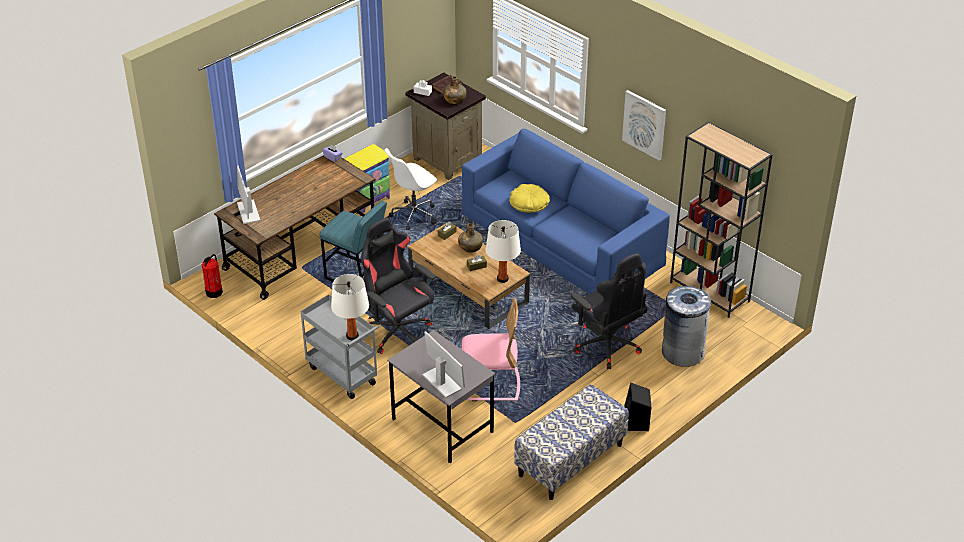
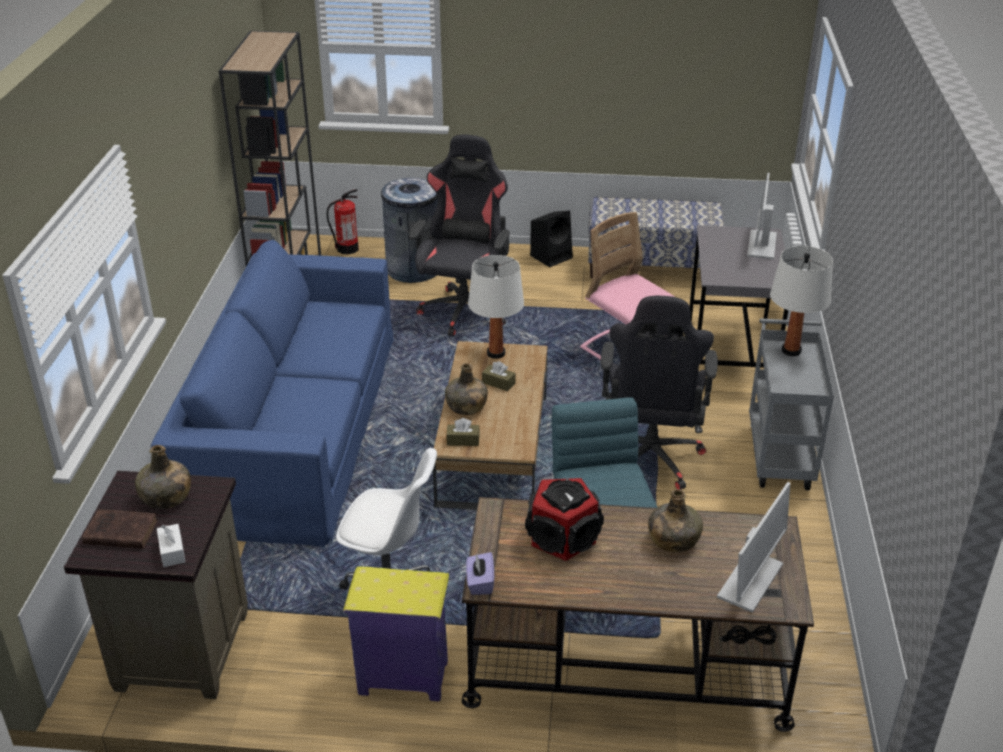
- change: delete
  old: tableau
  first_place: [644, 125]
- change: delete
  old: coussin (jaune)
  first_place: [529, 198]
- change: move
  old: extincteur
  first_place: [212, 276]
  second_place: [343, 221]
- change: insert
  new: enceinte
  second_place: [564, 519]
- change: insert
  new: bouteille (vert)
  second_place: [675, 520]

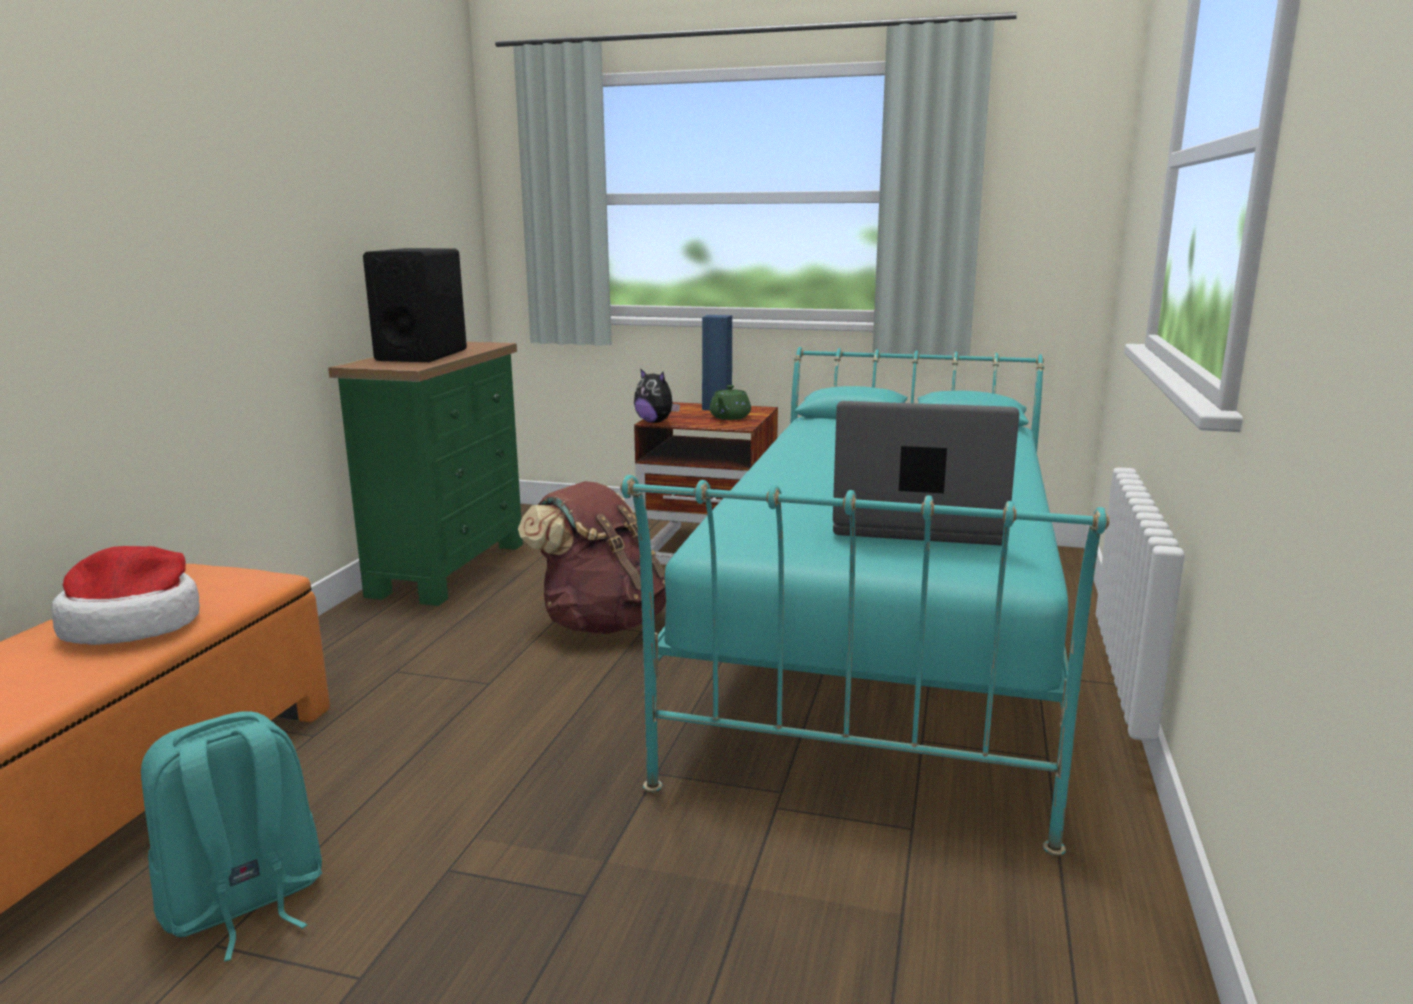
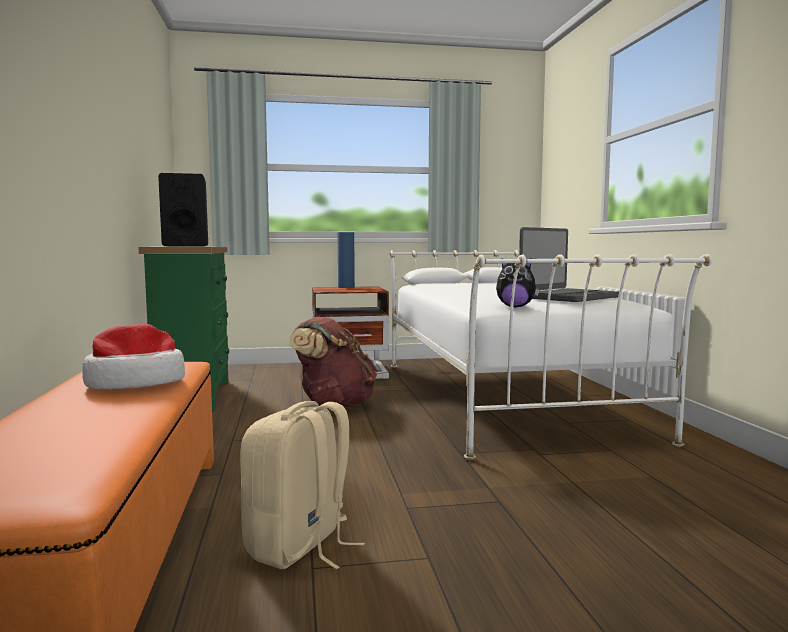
- change: recolor
  old: lit (turquoise)
  new: lit (blanc)
  first_place: [865, 602]
  second_place: [550, 355]
- change: move
  old: peluche
  first_place: [657, 395]
  second_place: [517, 282]
- change: delete
  old: théière (vert)
  first_place: [730, 402]
- change: rotate
  old: ordinateur portable
  first_place: [926, 473]
  second_place: [569, 264]
  degrees: 150
- change: recolor
  old: sac à dos (turquoise)
  new: sac à dos (beige)
  first_place: [231, 836]
  second_place: [302, 485]

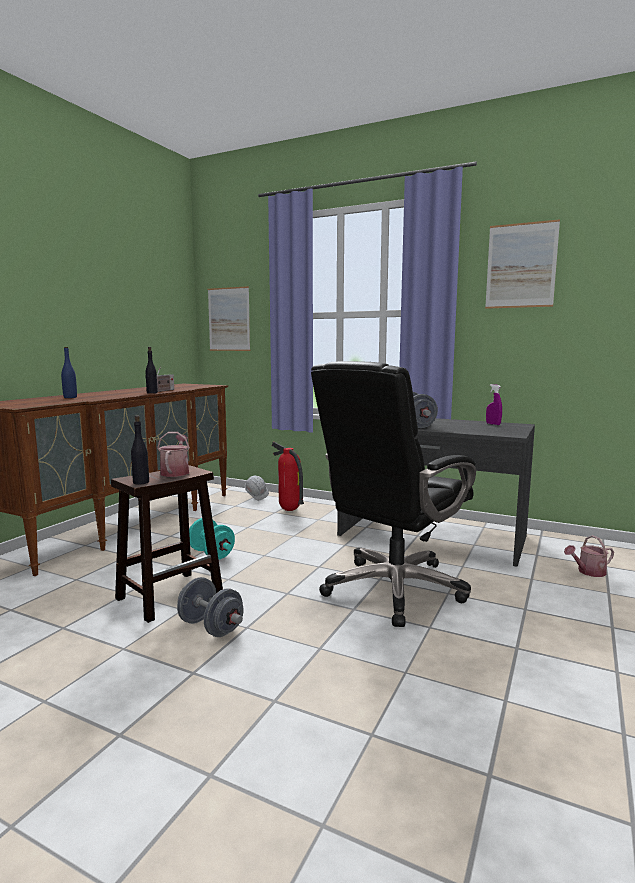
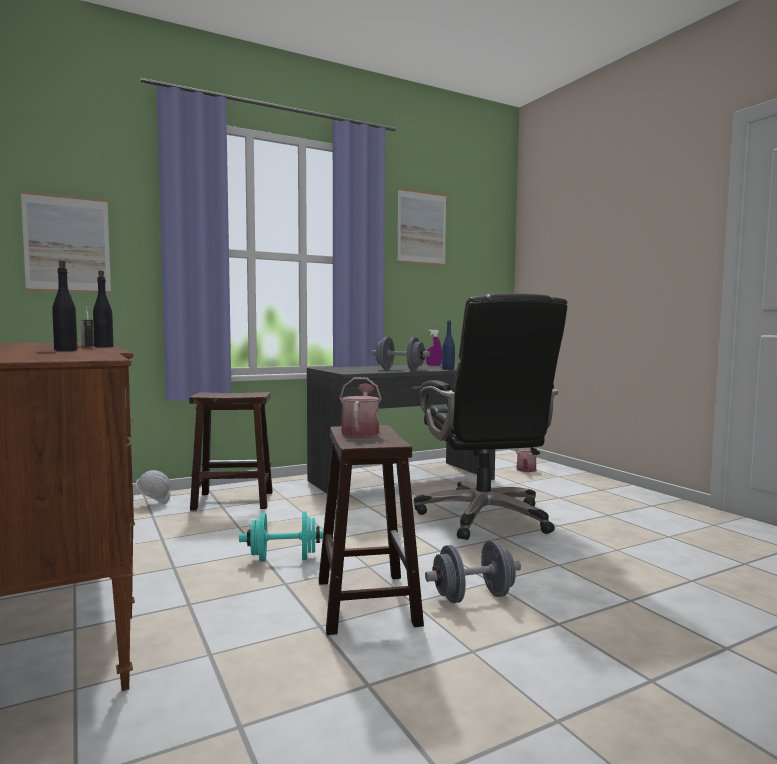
- change: move
  old: bouteille (bleu)
  first_place: [69, 372]
  second_place: [448, 345]
- change: move
  old: bouteille (noir)
  first_place: [140, 450]
  second_place: [65, 306]
- change: rotate
  old: arrosoir
  first_place: [173, 454]
  second_place: [360, 406]
  degrees: 60
- change: replace
  old: extincteur
  new: tabouret (marron)
  first_place: [288, 476]
  second_place: [231, 451]

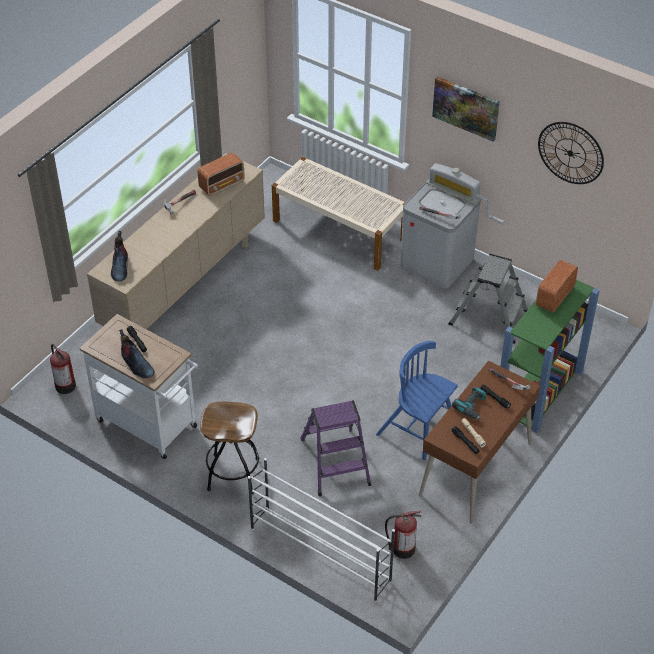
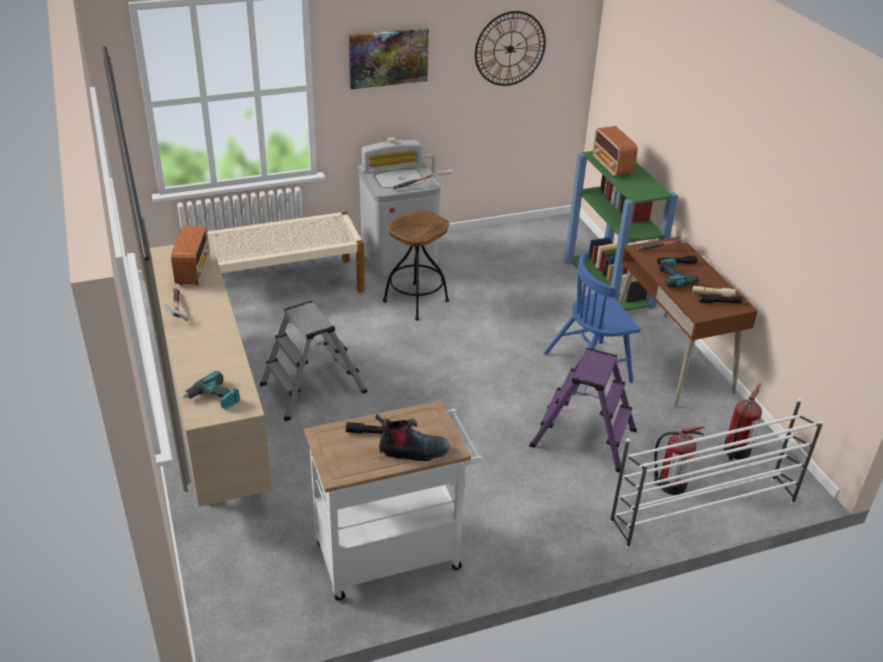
- change: replace
  old: botte
  new: perceuse
  first_place: [119, 256]
  second_place: [211, 390]
- change: move
  old: escabeau (gris)
  first_place: [488, 299]
  second_place: [314, 361]
- change: move
  old: extincteur
  first_place: [63, 369]
  second_place: [679, 460]
- change: move
  old: tabouret (marron)
  first_place: [229, 447]
  second_place: [416, 265]

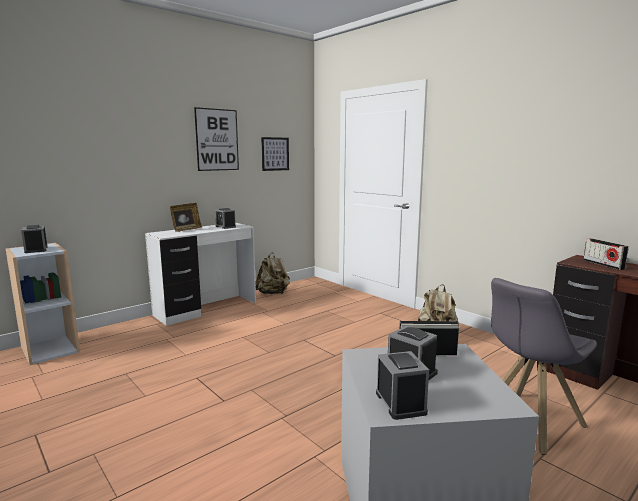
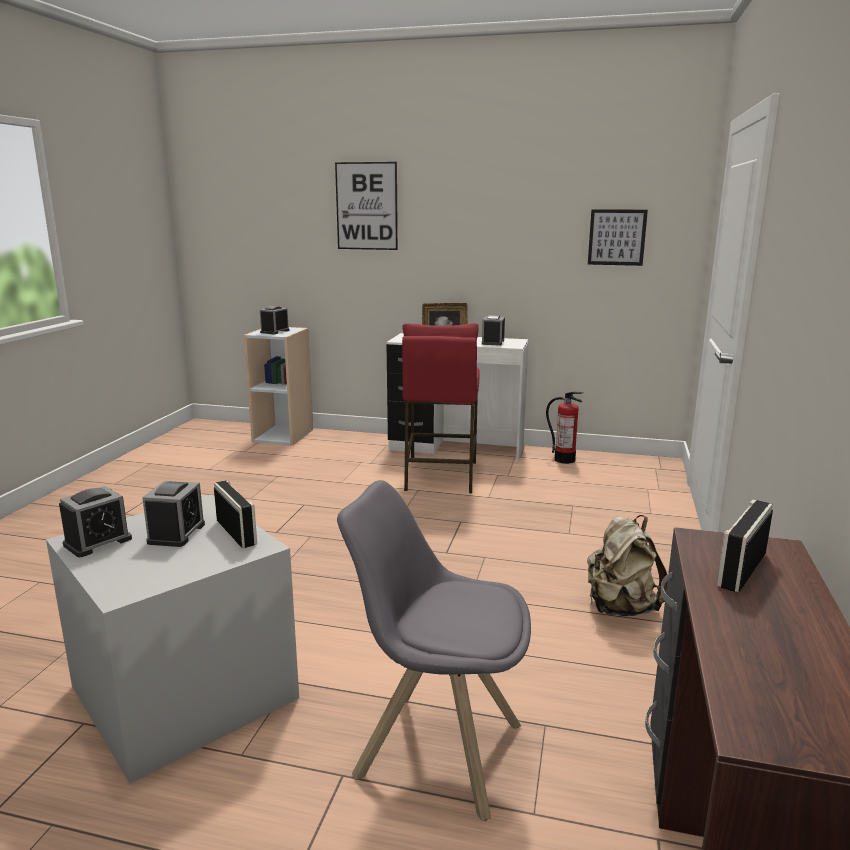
- change: move
  old: tableau
  first_place: [216, 139]
  second_place: [366, 206]
- change: replace
  old: sac à dos (beige)
  new: extincteur
  first_place: [272, 273]
  second_place: [565, 428]
- change: insert
  new: tabouret (rouge)
  second_place: [441, 408]

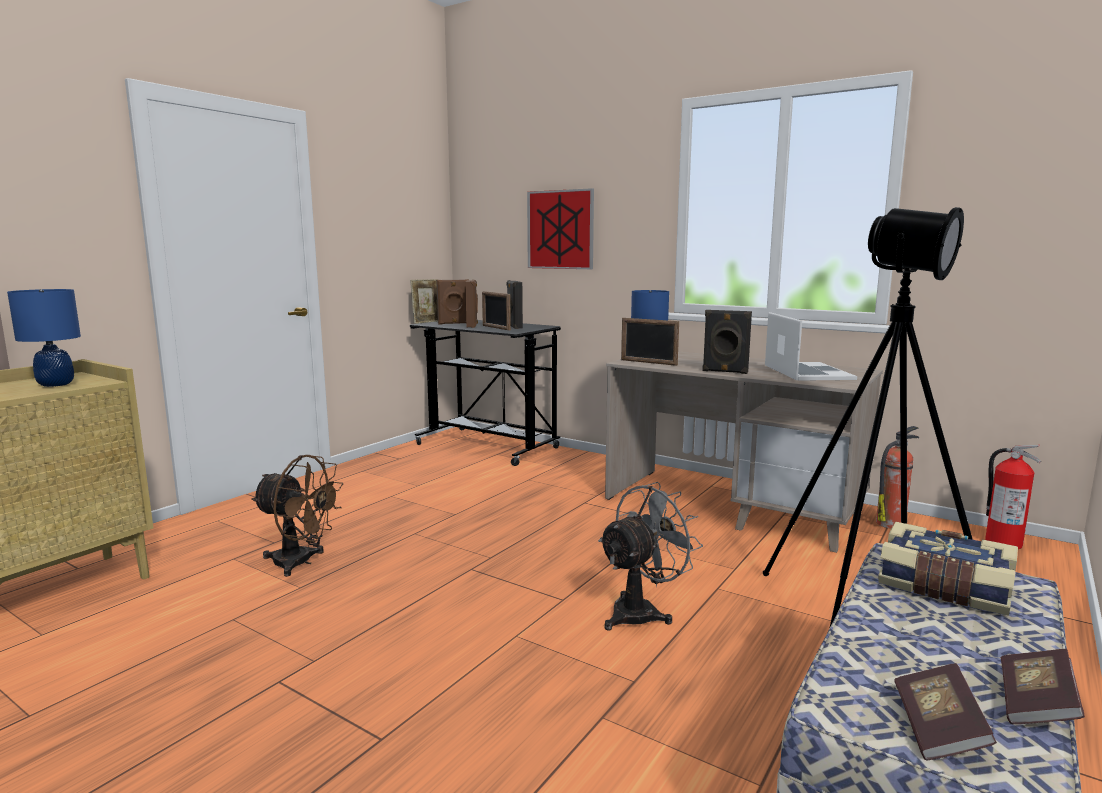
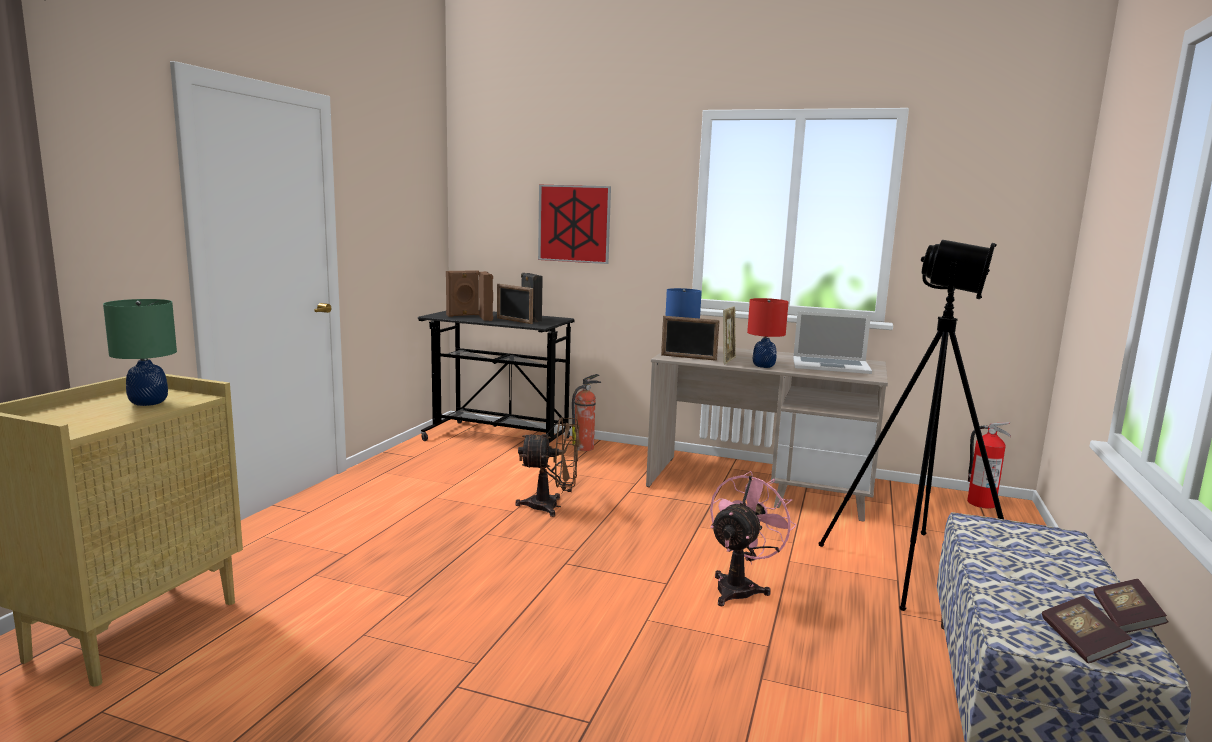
- change: move
  old: cadre photo
  first_place: [424, 301]
  second_place: [729, 335]
- change: recolor
  old: lampe de table (bleu)
  new: lampe de table (vert)
  first_place: [44, 338]
  second_place: [140, 352]
- change: replace
  old: enceinte (noir)
  new: lampe de table (rouge)
  first_place: [727, 342]
  second_place: [768, 333]
- change: rotate
  old: ordinateur portable
  first_place: [811, 346]
  second_place: [832, 342]
  degrees: 120
- change: move
  old: extincteur
  first_place: [897, 477]
  second_place: [586, 412]
- change: move
  old: ventilateur (marron)
  first_place: [297, 516]
  second_place: [547, 467]
- change: recolor
  old: ventilateur (gris)
  new: ventilateur (rose)
  first_place: [650, 556]
  second_place: [753, 538]
- change: delete
  old: livre
  first_place: [948, 569]

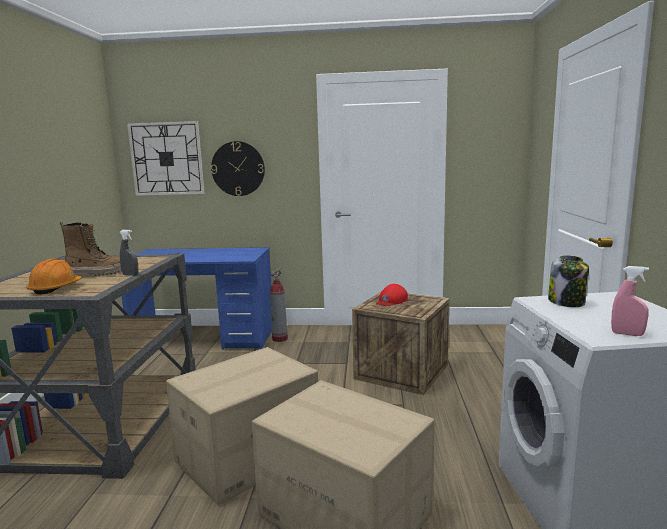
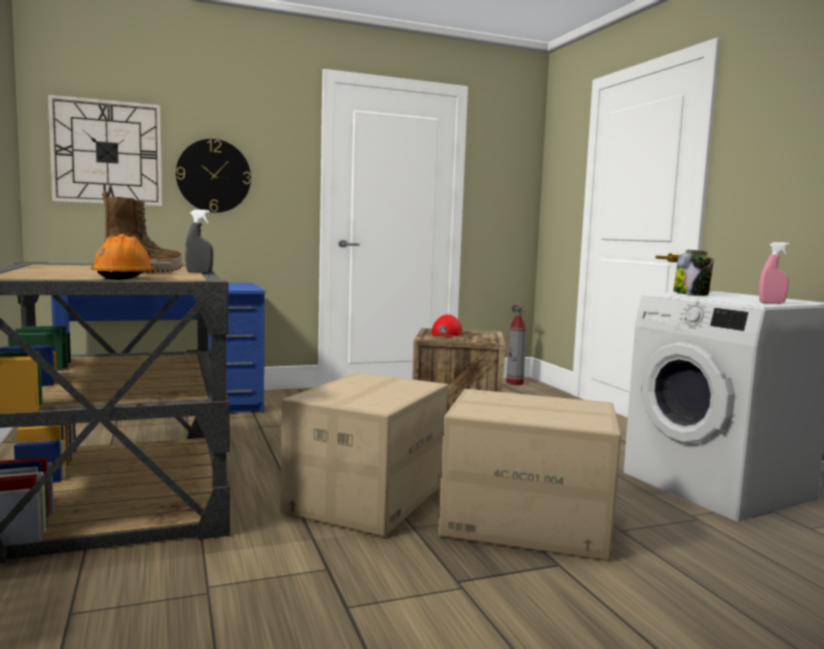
- change: move
  old: extincteur
  first_place: [279, 305]
  second_place: [516, 344]

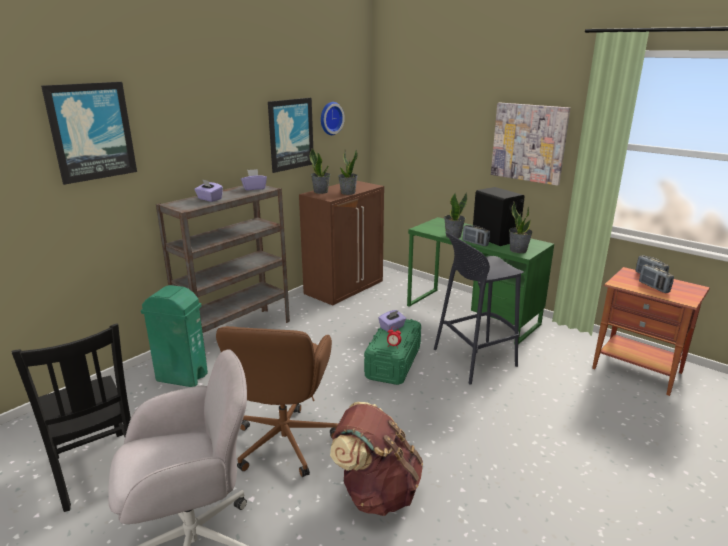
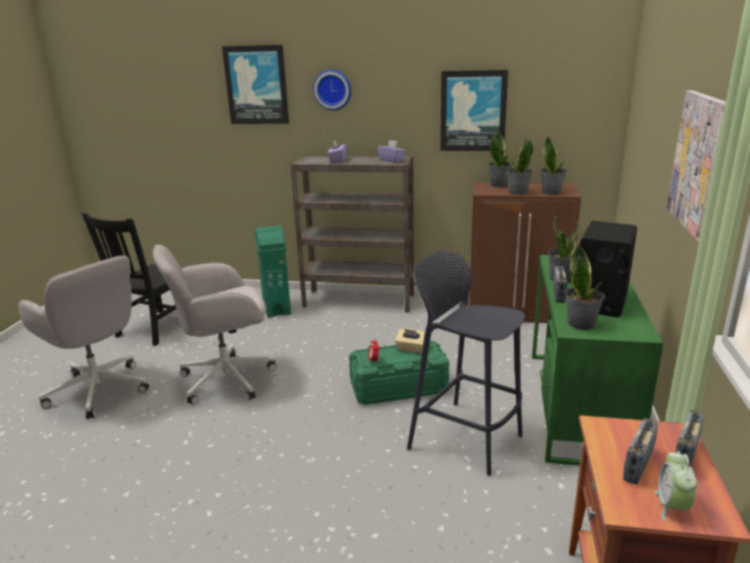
- change: move
  old: horloge murale
  first_place: [333, 118]
  second_place: [332, 90]
- change: recolor
  old: boîte à mouchoirs (violet)
  new: boîte à mouchoirs (beige)
  first_place: [392, 321]
  second_place: [410, 341]
- change: recolor
  old: chaise de bureau (marron)
  new: chaise de bureau (gris)
  first_place: [277, 401]
  second_place: [214, 324]
- change: delete
  old: sac à dos (marron)
  first_place: [376, 459]
- change: insert
  new: plante en pot
  second_place: [554, 165]
- change: insert
  new: réveil
  second_place: [676, 486]

